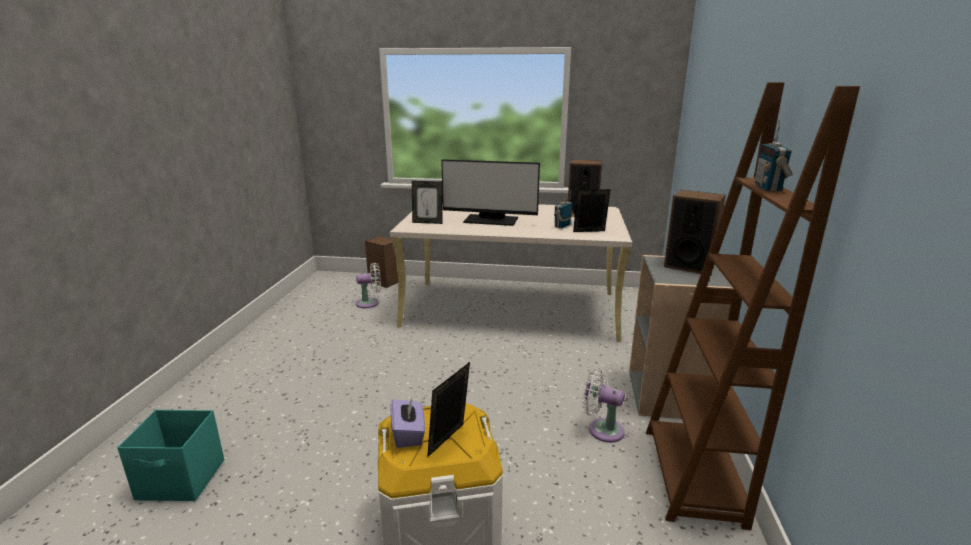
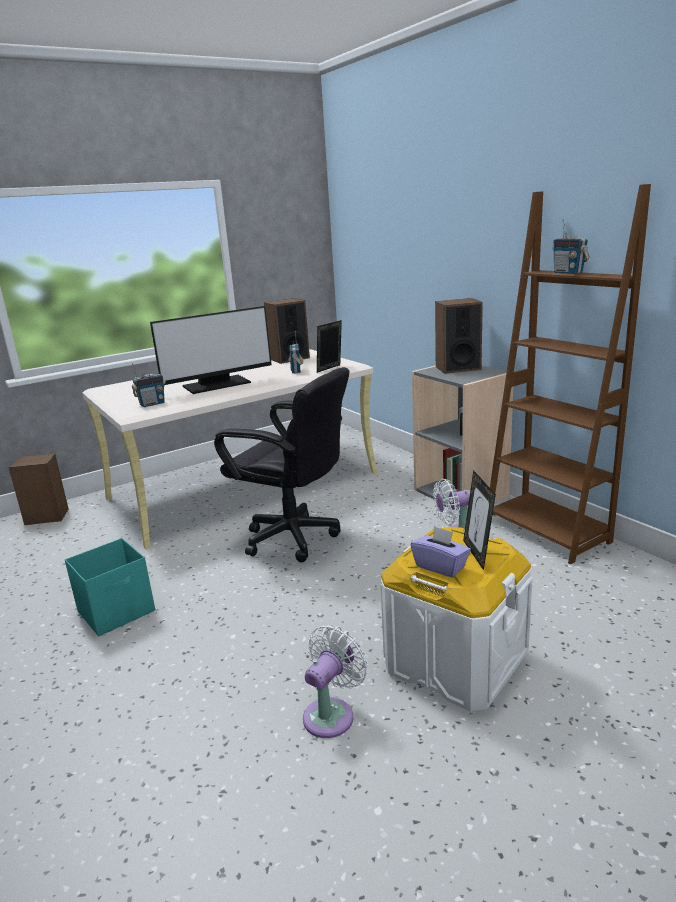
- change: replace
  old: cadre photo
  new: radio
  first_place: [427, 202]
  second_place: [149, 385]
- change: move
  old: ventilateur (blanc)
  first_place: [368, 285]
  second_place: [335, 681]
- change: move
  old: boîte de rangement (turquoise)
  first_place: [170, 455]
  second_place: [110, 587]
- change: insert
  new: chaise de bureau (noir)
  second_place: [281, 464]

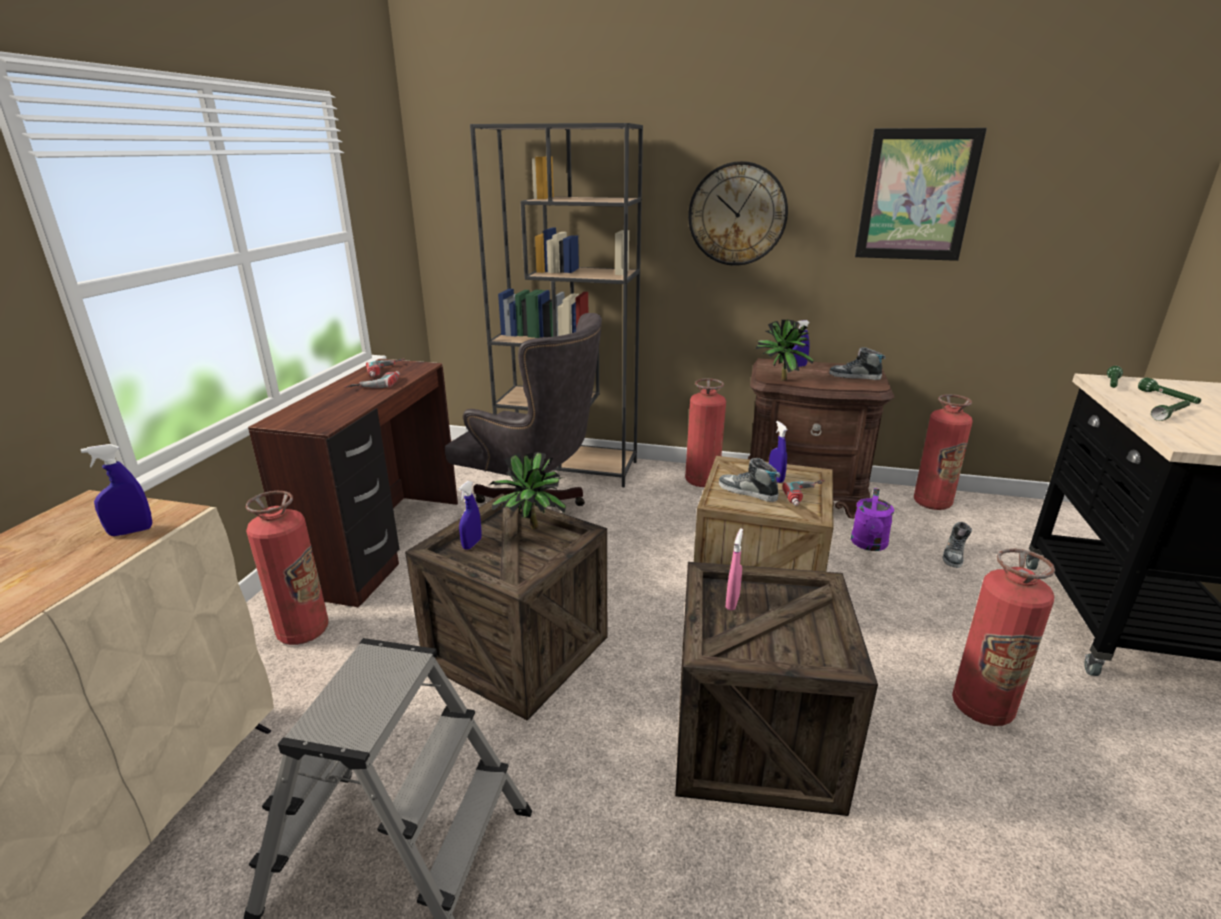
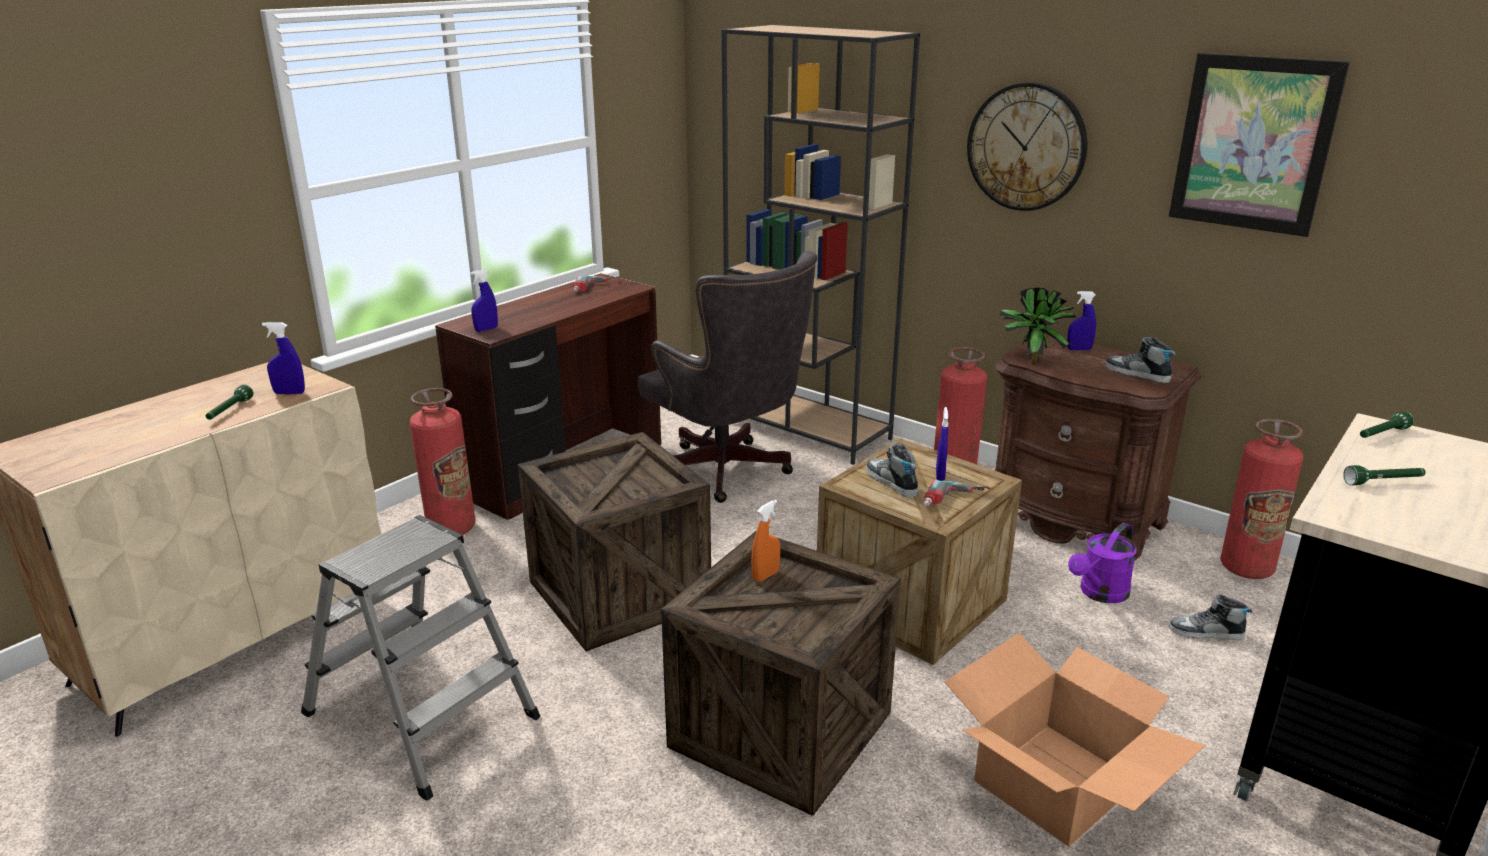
- change: delete
  old: perceuse
  first_place: [372, 379]
- change: move
  old: lampe de poche (vert)
  first_place: [1169, 390]
  second_place: [230, 402]
- change: delete
  old: plante en pot
  first_place: [527, 491]
- change: move
  old: vaporisateur (bleu)
  first_place: [470, 515]
  second_place: [484, 300]
- change: rotate
  old: chaussure
  first_place: [957, 545]
  second_place: [1210, 617]
  degrees: 45
- change: recolor
  old: vaporisateur (rose)
  new: vaporisateur (orange)
  first_place: [734, 569]
  second_place: [765, 541]
- change: replace
  old: extincteur
  new: carton
  first_place: [1003, 637]
  second_place: [1074, 740]

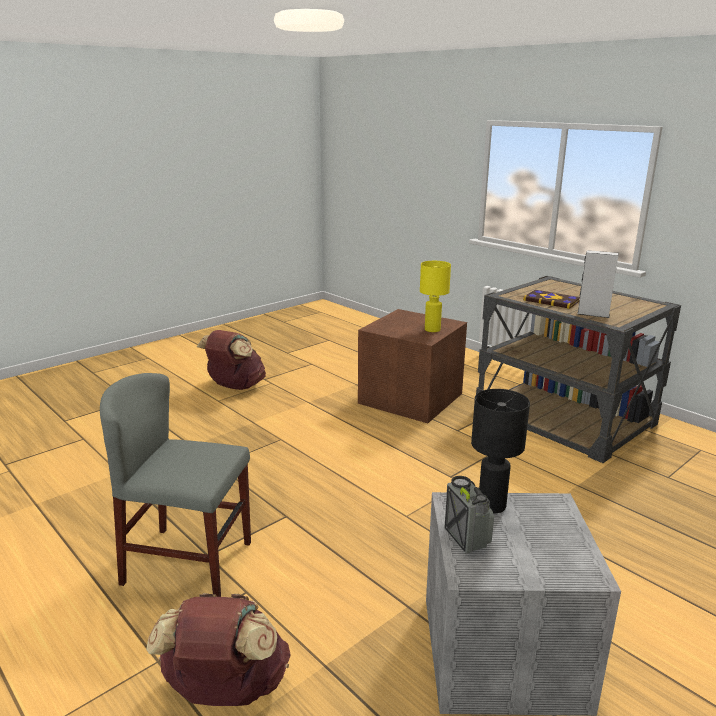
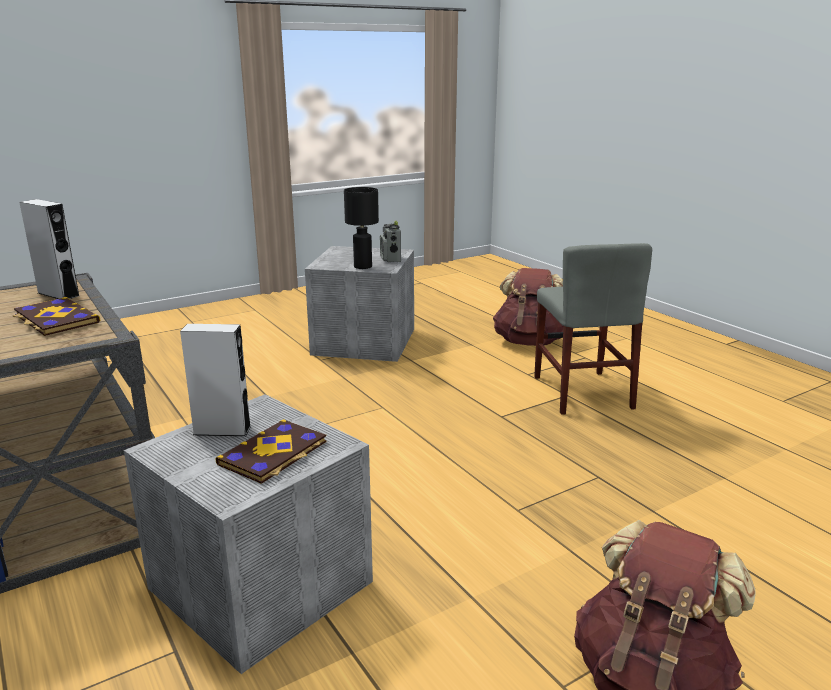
- change: replace
  old: lampe de table (jaune)
  new: enceinte (gris)
  first_place: [435, 296]
  second_place: [215, 380]
- change: recolor
  old: boîte de rangement (marron)
  new: boîte de rangement (gris)
  first_place: [412, 366]
  second_place: [248, 534]
- change: rotate
  old: chaise (gris)
  first_place: [175, 485]
  second_place: [593, 329]
  degrees: 60
- change: insert
  new: livre
  second_place: [271, 451]

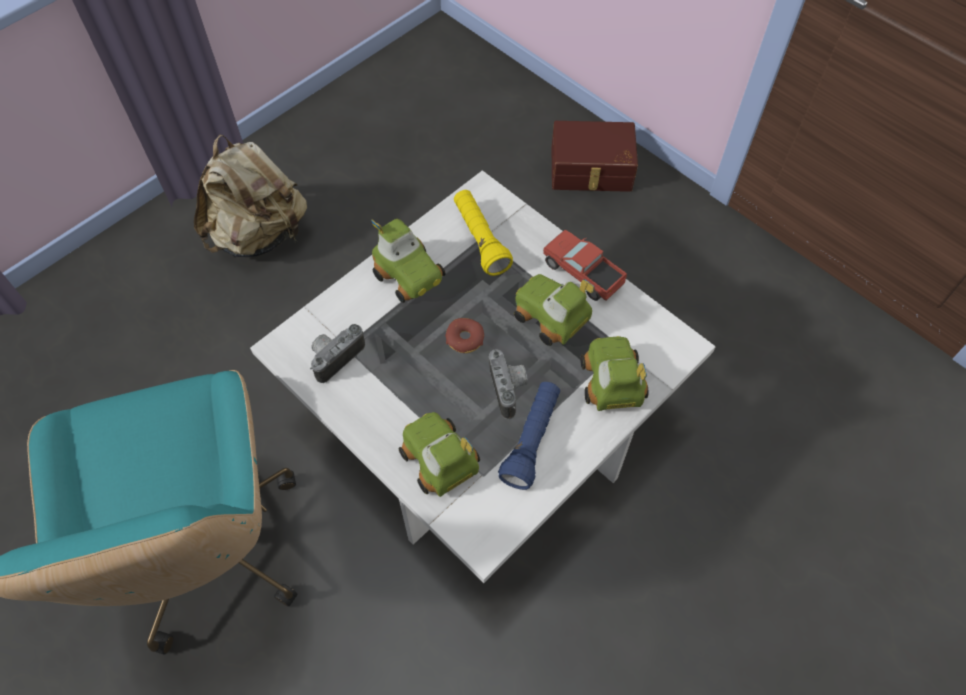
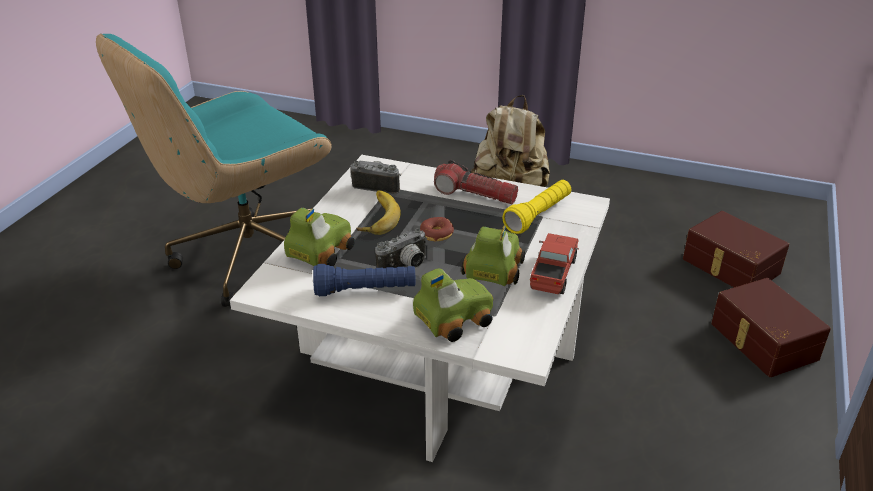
- change: replace
  old: petite voiture
  new: lampe de poche
  first_place: [408, 261]
  second_place: [476, 182]
- change: insert
  new: banane
  second_place: [378, 212]
- change: insert
  new: boîte de rangement (marron)
  second_place: [736, 249]

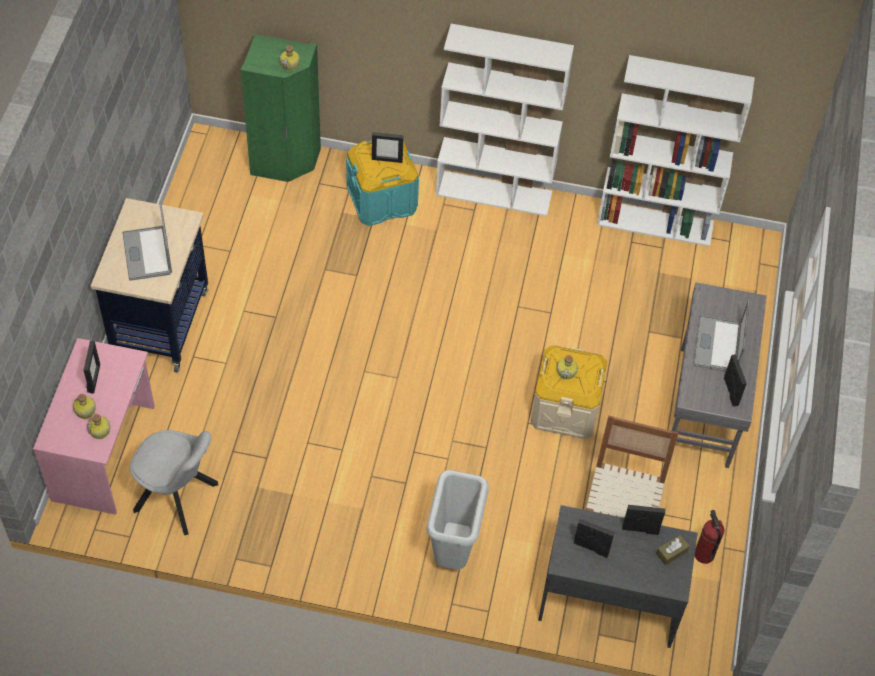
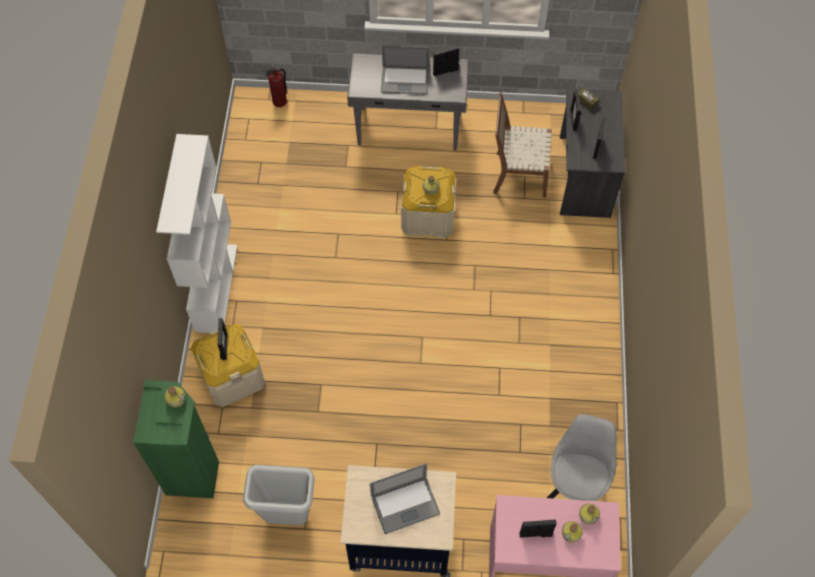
- change: delete
  old: bibliothèque (blanc)
  first_place: [676, 150]
- change: recolor
  old: boîte de rangement (turquoise)
  new: boîte de rangement (beige)
  first_place: [382, 183]
  second_place: [228, 365]
- change: move
  old: poubelle (gris)
  first_place: [457, 520]
  second_place: [278, 495]
- change: move
  old: extincteur
  first_place: [709, 537]
  second_place: [276, 87]

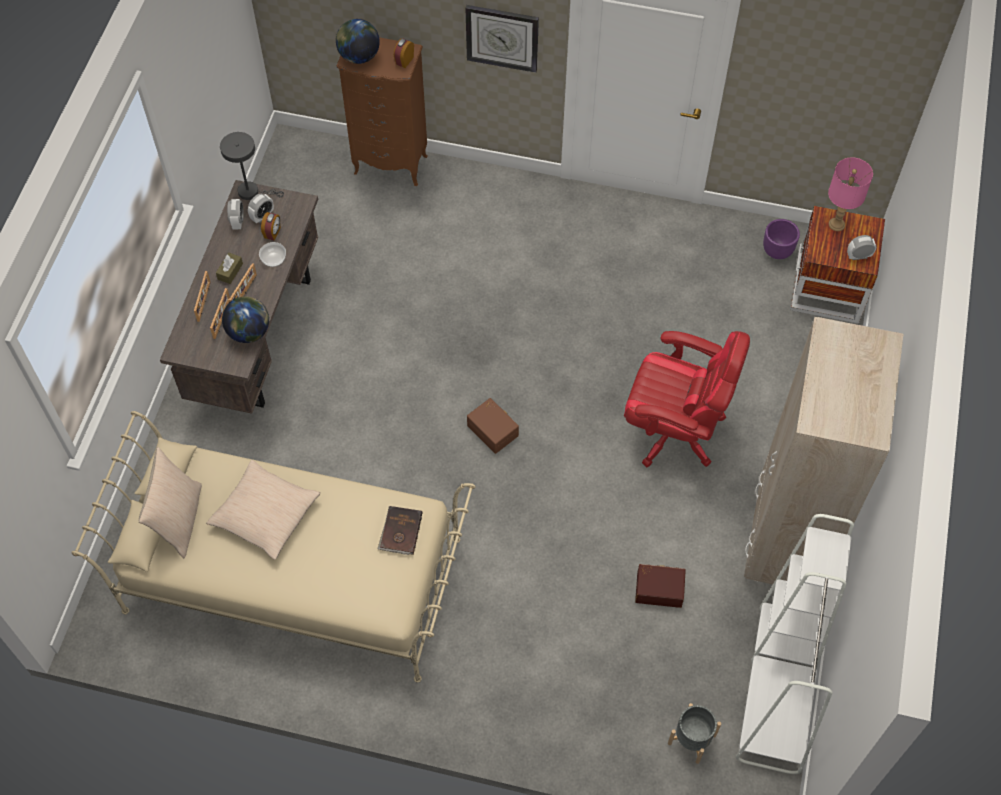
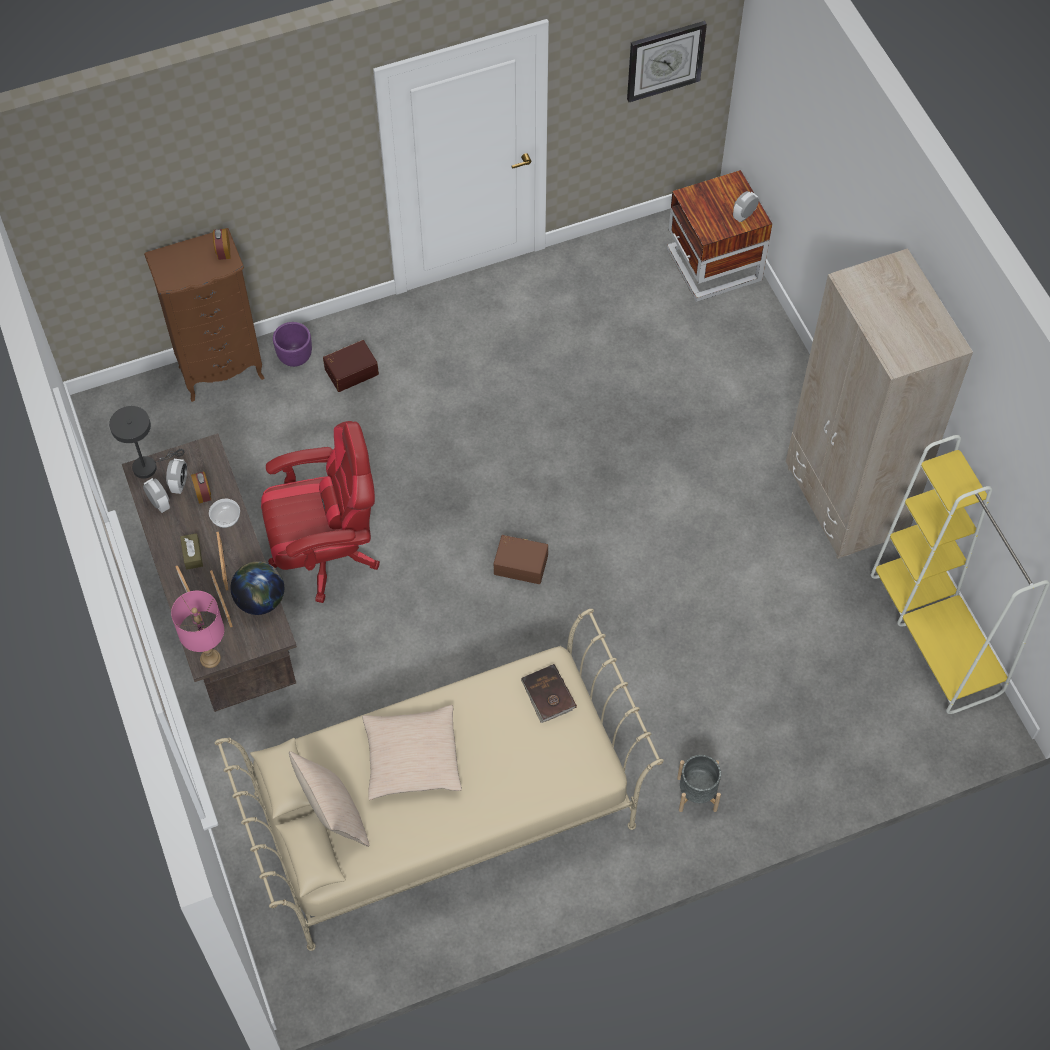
- change: move
  old: horloge murale
  first_place: [502, 39]
  second_place: [667, 61]
- change: delete
  old: globe
  first_place: [358, 41]
- change: move
  old: lampe de table (rose)
  first_place: [850, 194]
  second_place: [197, 629]
- change: move
  old: cache-pot (violet)
  first_place: [781, 239]
  second_place: [292, 344]
- change: move
  old: chaise de bureau (rouge)
  first_place: [687, 399]
  second_place: [320, 512]
- change: recolor
  old: portant (blanc)
  new: portant (jaune)
  first_place: [795, 644]
  second_place: [960, 574]
- change: move
  old: boîte de rangement (marron)
  first_place: [660, 586]
  second_place: [351, 366]
- change: move
  old: cache-pot (gris)
  first_place: [694, 733]
  second_place: [699, 783]

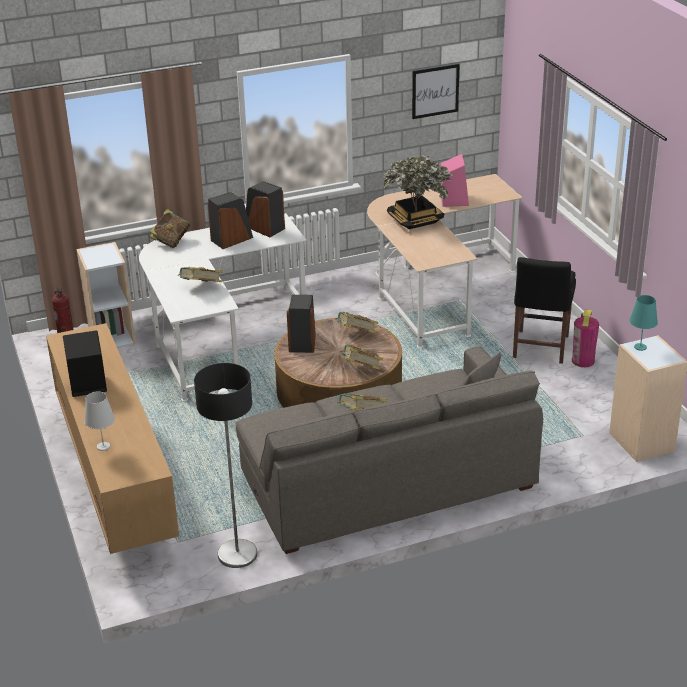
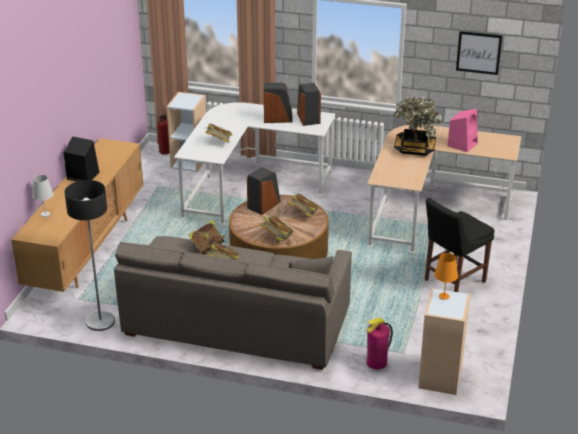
- change: move
  old: livre
  first_place: [170, 228]
  second_place: [207, 237]
- change: recolor
  old: lampe de table (turquoise)
  new: lampe de table (orange)
  first_place: [643, 323]
  second_place: [446, 276]
- change: move
  old: extincteur
  first_place: [585, 338]
  second_place: [379, 343]

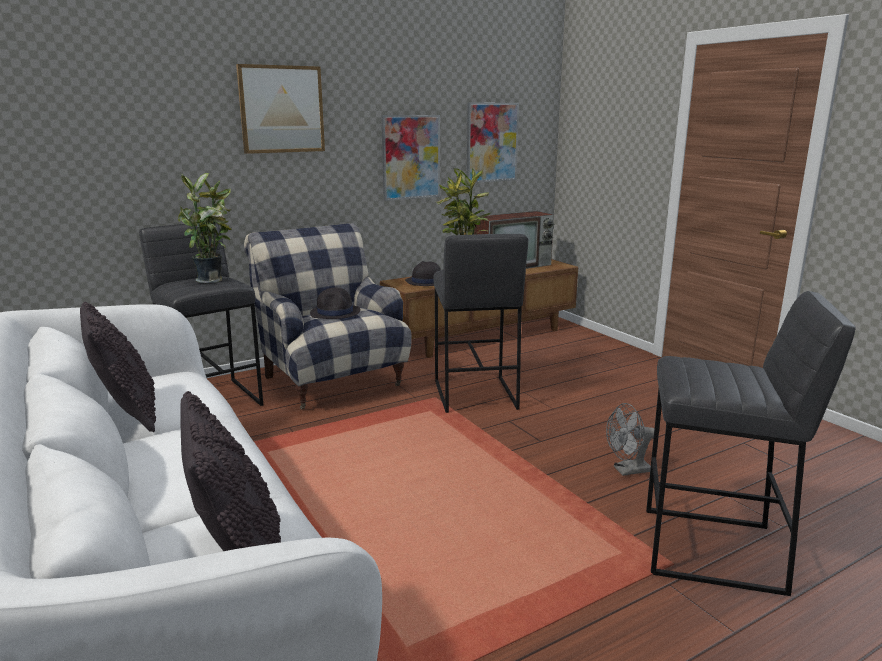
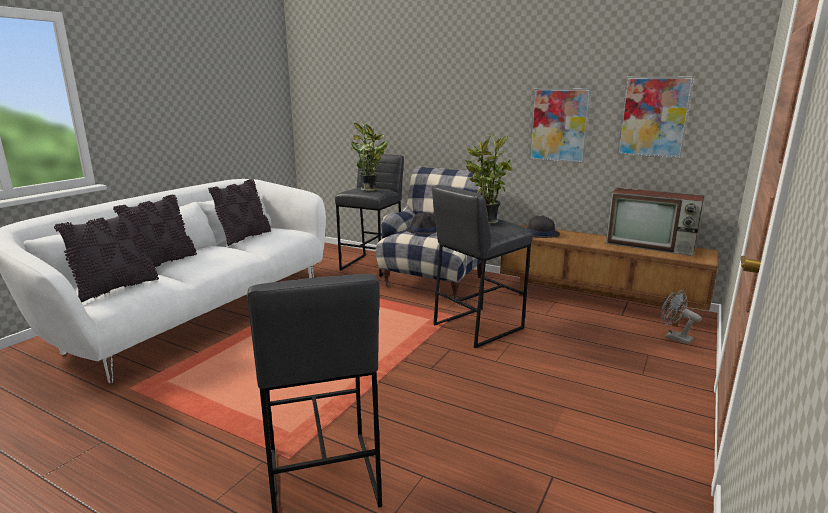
- change: delete
  old: tableau
  first_place: [280, 109]
- change: move
  old: ventilateur (gris)
  first_place: [630, 439]
  second_place: [681, 317]
- change: insert
  new: coussin (noir)
  second_place: [155, 230]

